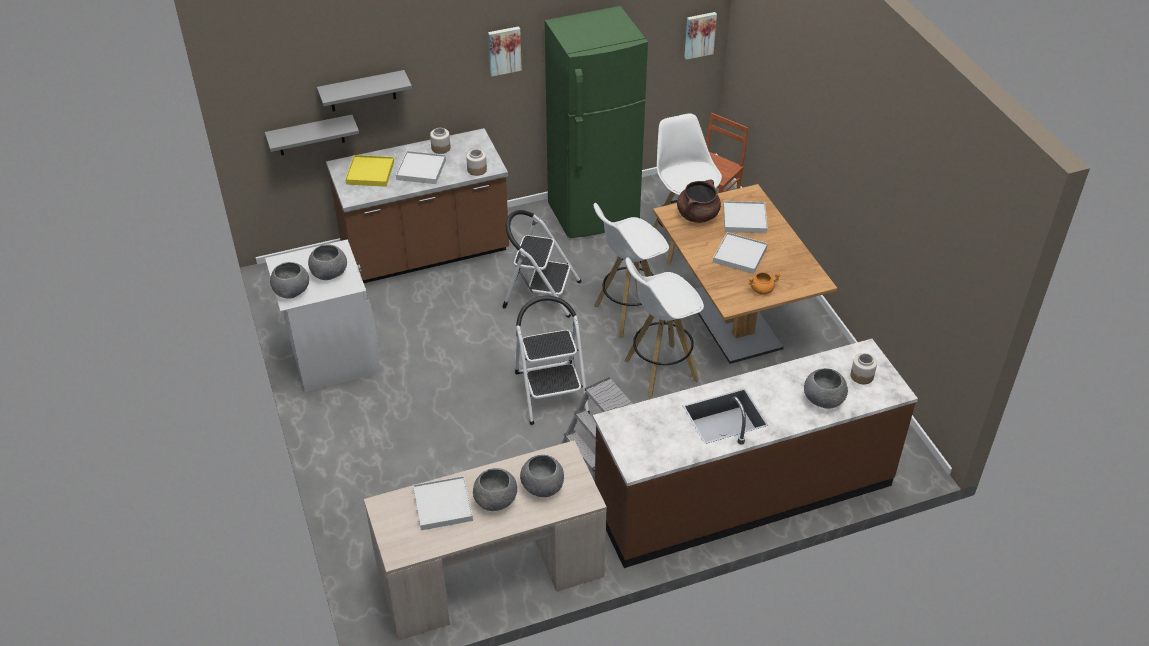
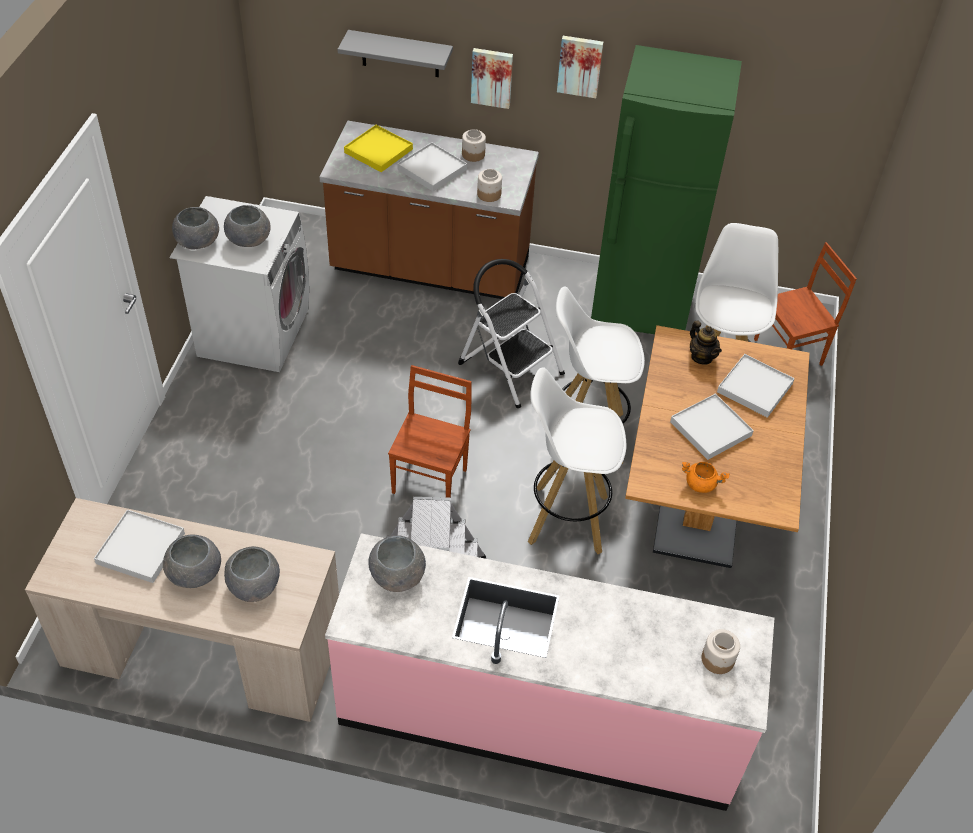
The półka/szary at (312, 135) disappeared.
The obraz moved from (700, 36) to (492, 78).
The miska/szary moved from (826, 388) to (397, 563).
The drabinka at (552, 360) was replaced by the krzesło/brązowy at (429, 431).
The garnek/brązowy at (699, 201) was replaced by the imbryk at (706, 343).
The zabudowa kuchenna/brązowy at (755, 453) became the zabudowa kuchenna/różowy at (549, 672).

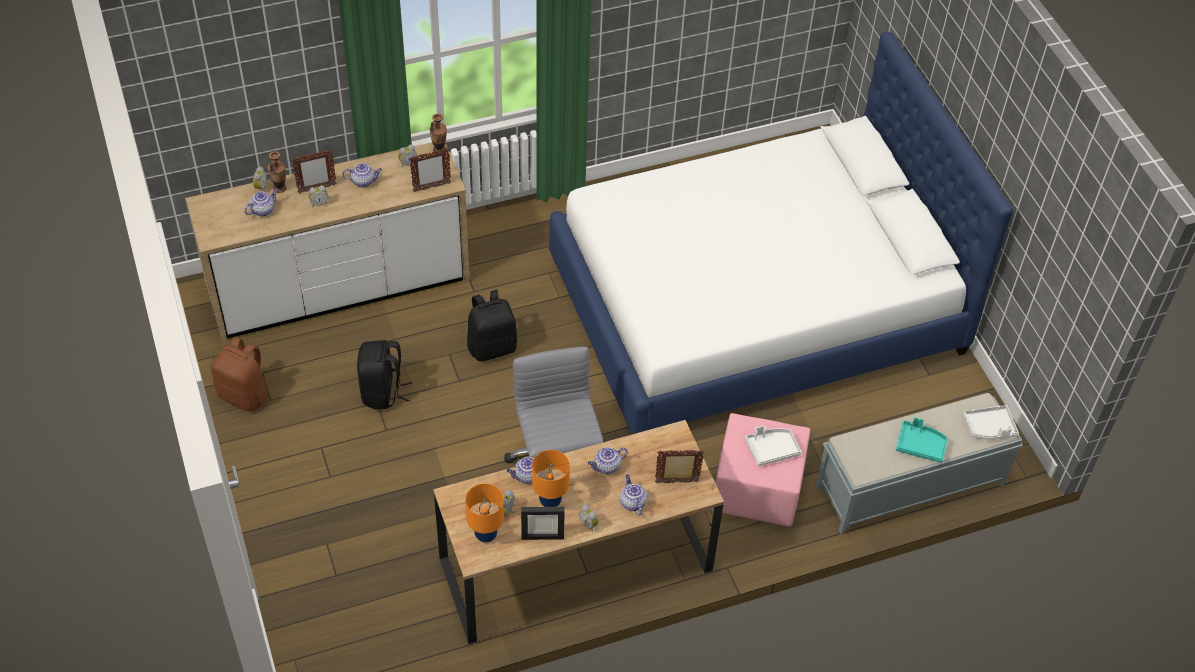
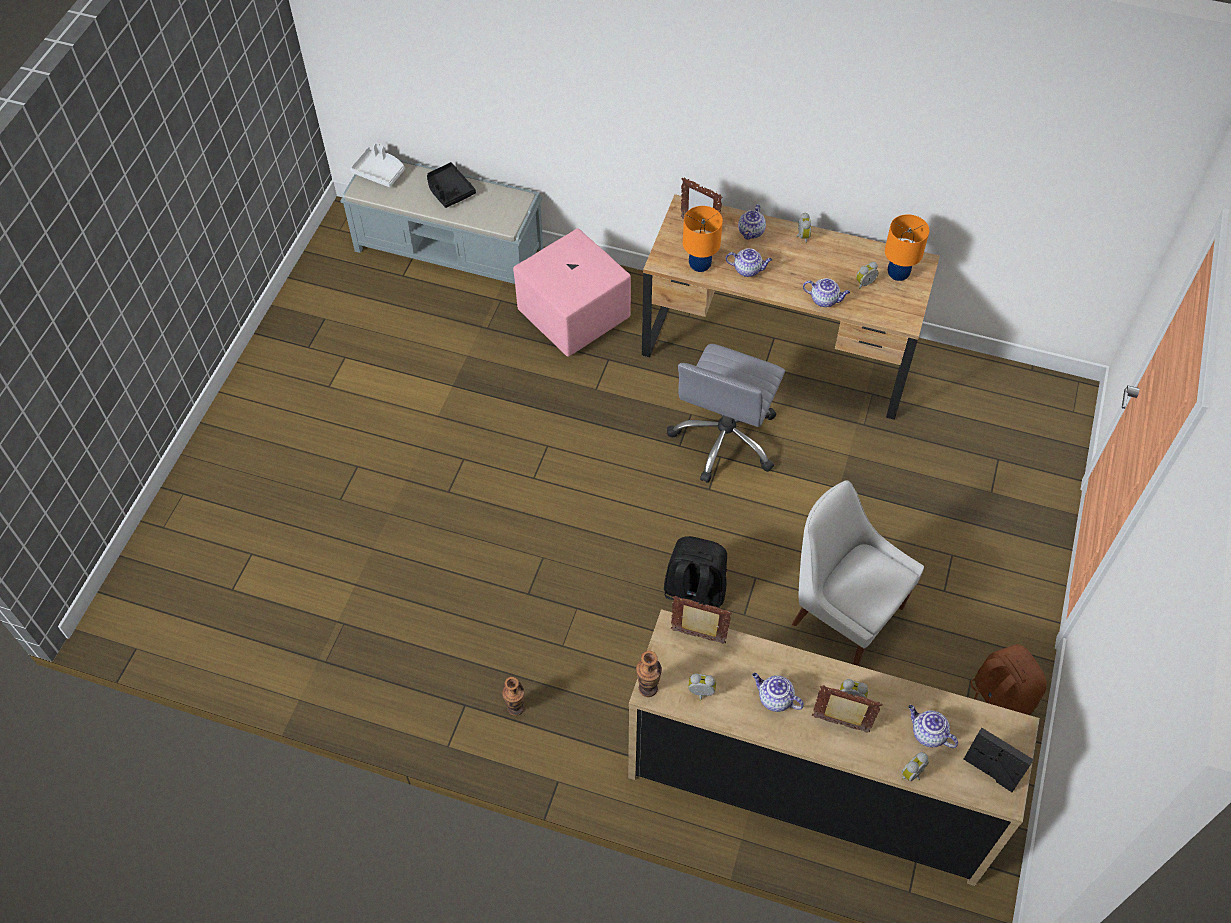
The łóżko/biały at (781, 233) disappeared.
The taca/biały at (773, 445) disappeared.
The wazon moved from (277, 172) to (513, 696).
The ramka na zdjęcie moved from (543, 523) to (999, 760).
The lampa stołowa/pomarańczowy moved from (551, 478) to (703, 239).
The plecak/czarny at (384, 374) was replaced by the krzesło/biały at (858, 573).
The taca/turkusowy at (922, 440) became the taca/czarny at (451, 185).
The imbryk at (261, 203) turned 45 degrees clockwise.

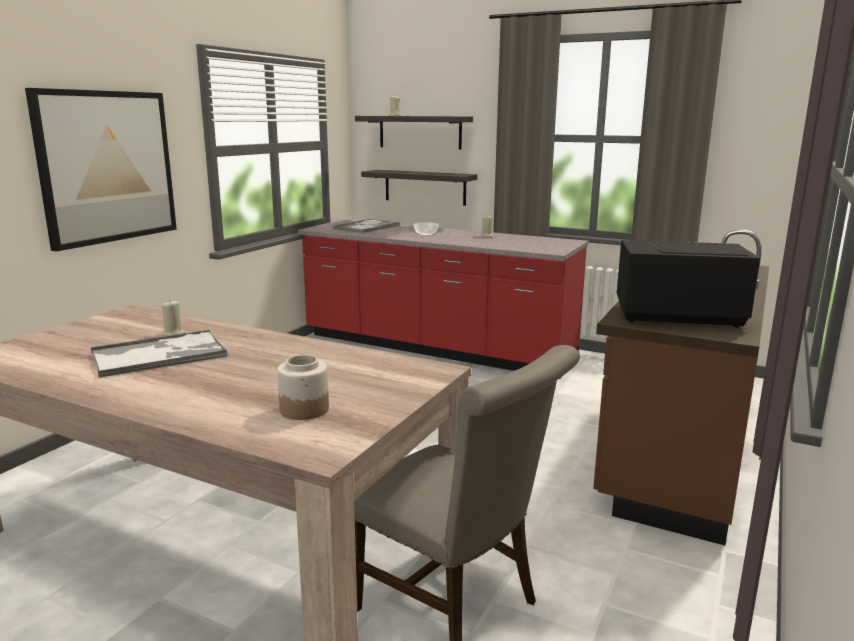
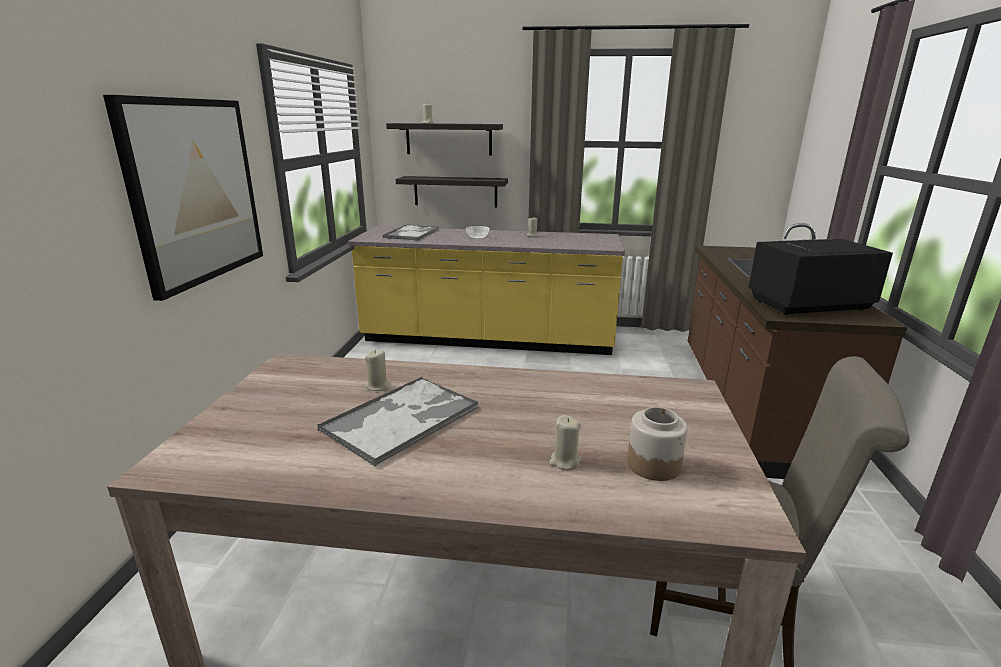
The świeca/beżowy at (565, 442) appeared.
The zabudowa kuchenna/czerwony at (443, 299) became the zabudowa kuchenna/żółty at (486, 290).

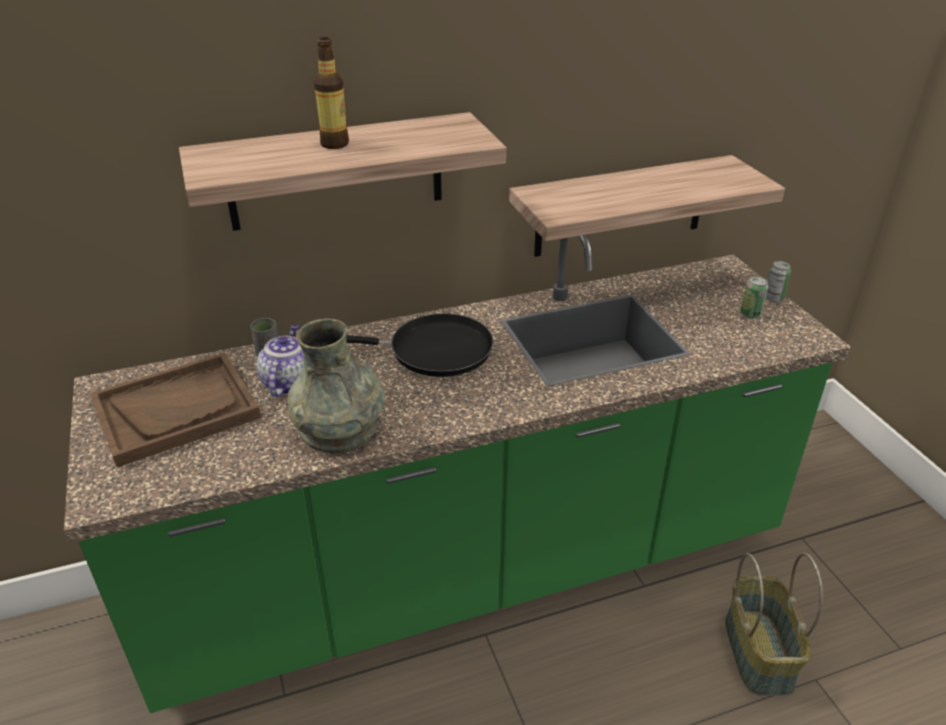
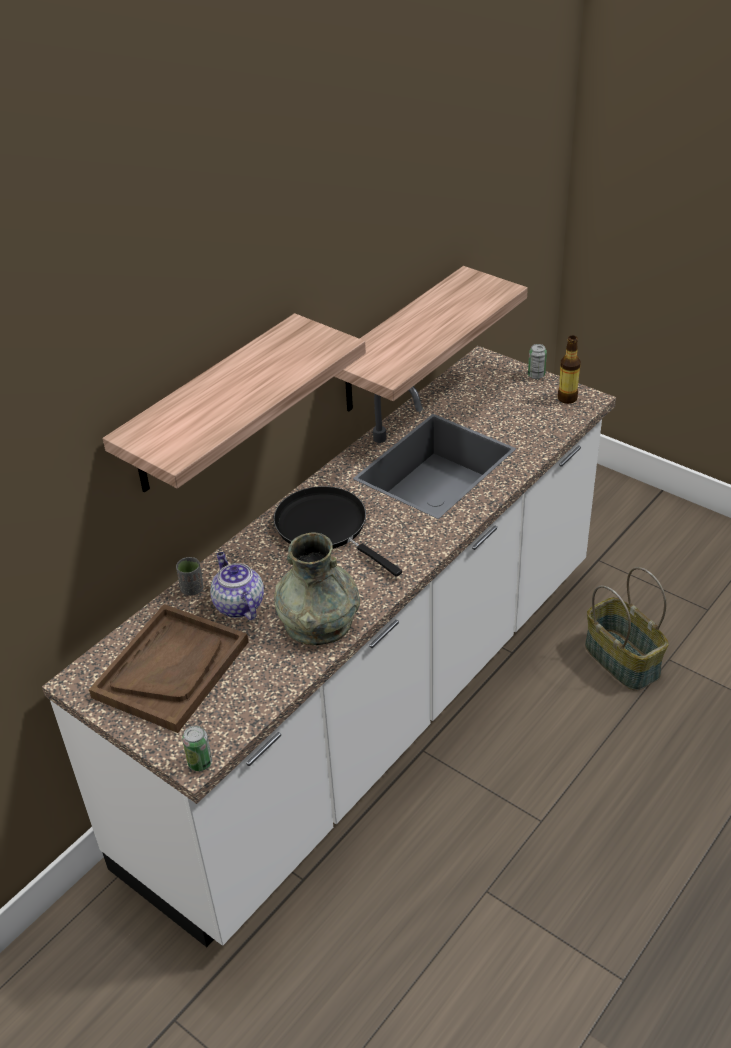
The butelka moved from (331, 93) to (569, 369).
The puszka moved from (754, 297) to (197, 748).
The zabudowa kuchenna/zielony at (457, 474) became the zabudowa kuchenna/biały at (329, 646).
The patelnia/czarny at (420, 345) turned 105 degrees counterclockwise.

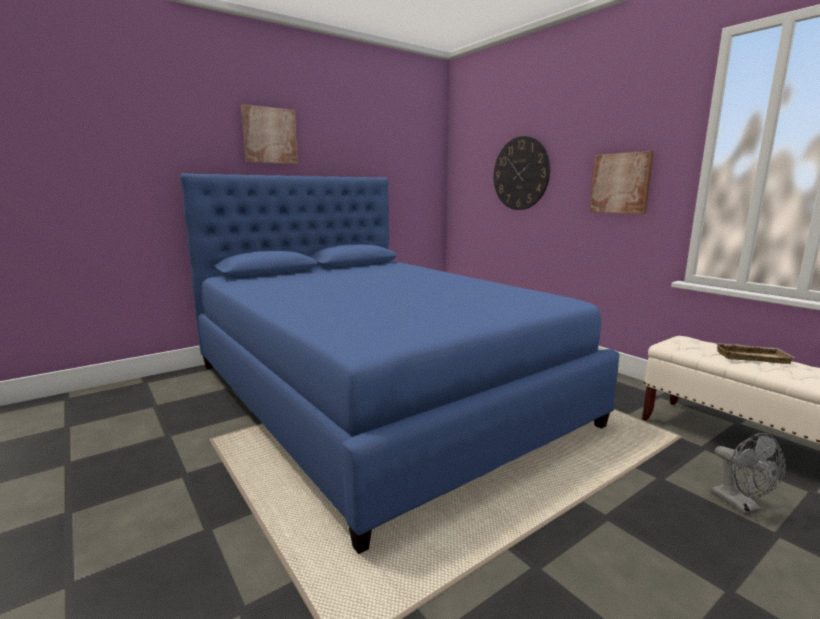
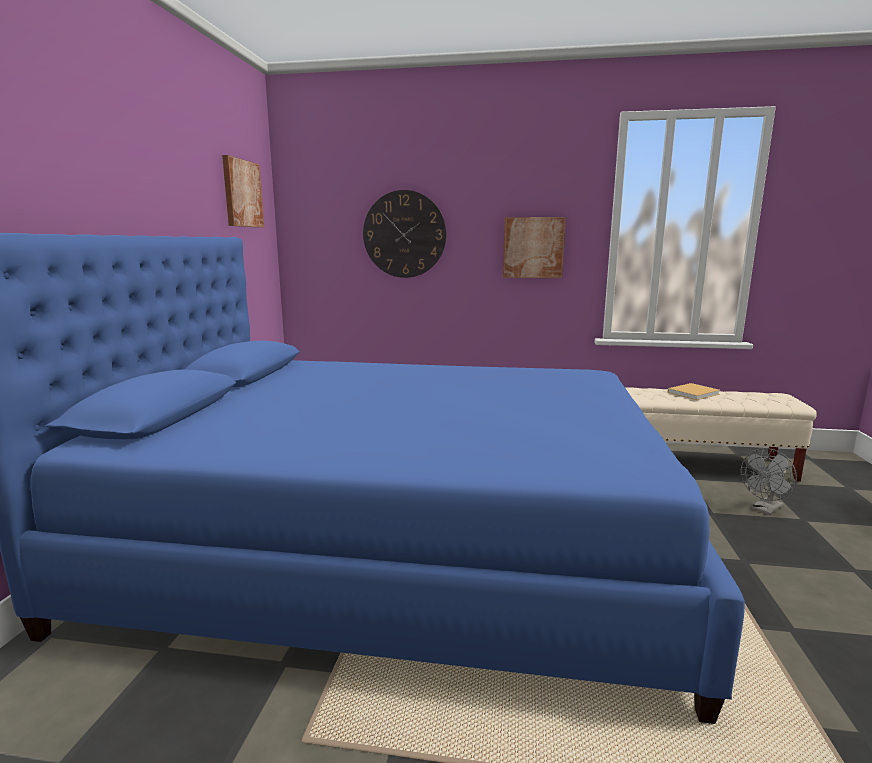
The obraz moved from (269, 134) to (243, 191).
The taca/beżowy at (755, 353) was replaced by the książka/beżowy at (694, 391).
The wentylator/szary at (748, 473) turned 120 degrees clockwise.

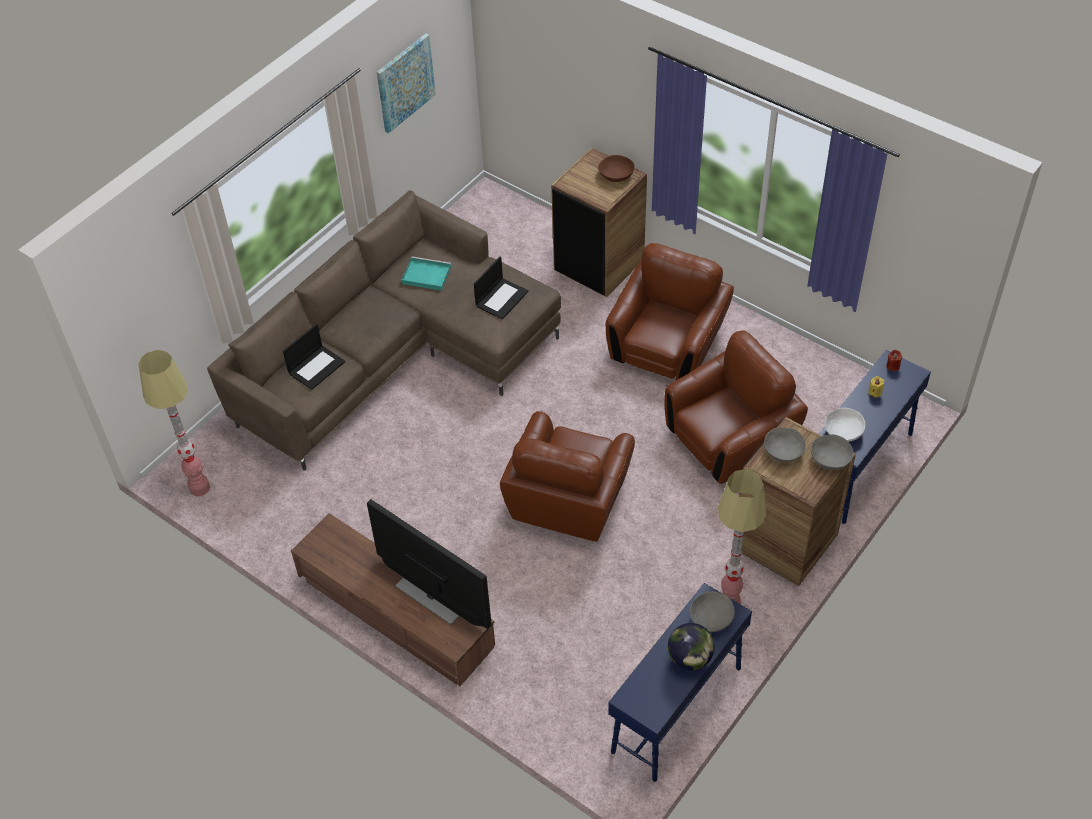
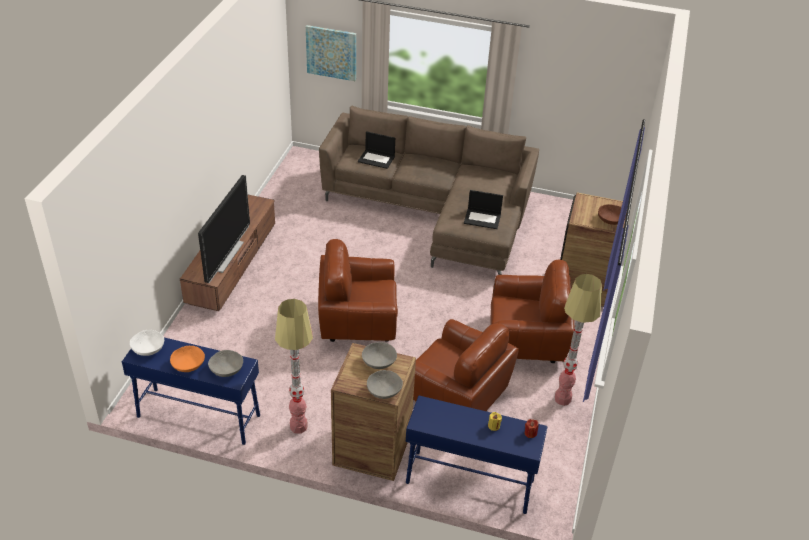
The taca/turkusowy at (426, 273) disappeared.
The lampa stojąca moved from (174, 423) to (578, 340).
The obraz moved from (406, 83) to (331, 53).
The miska/biały moved from (844, 425) to (147, 343).
The globus at (691, 646) was replaced by the miska/pomarańczowy at (187, 359).

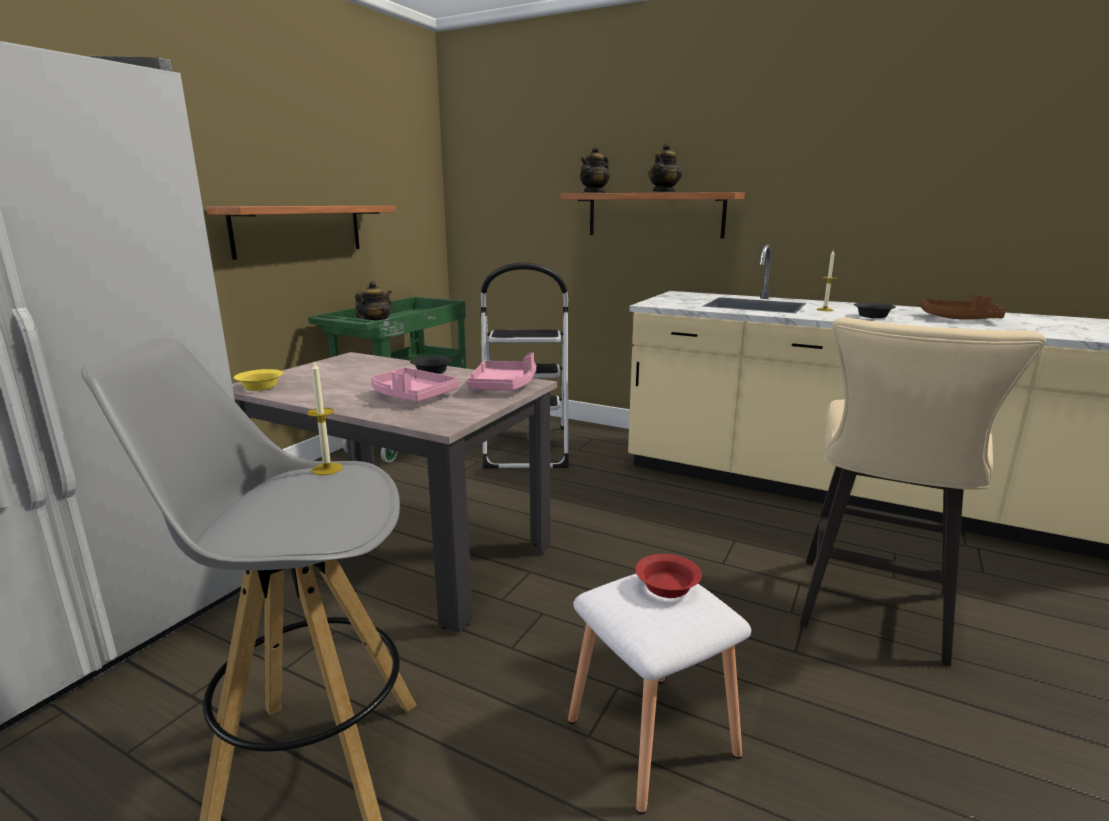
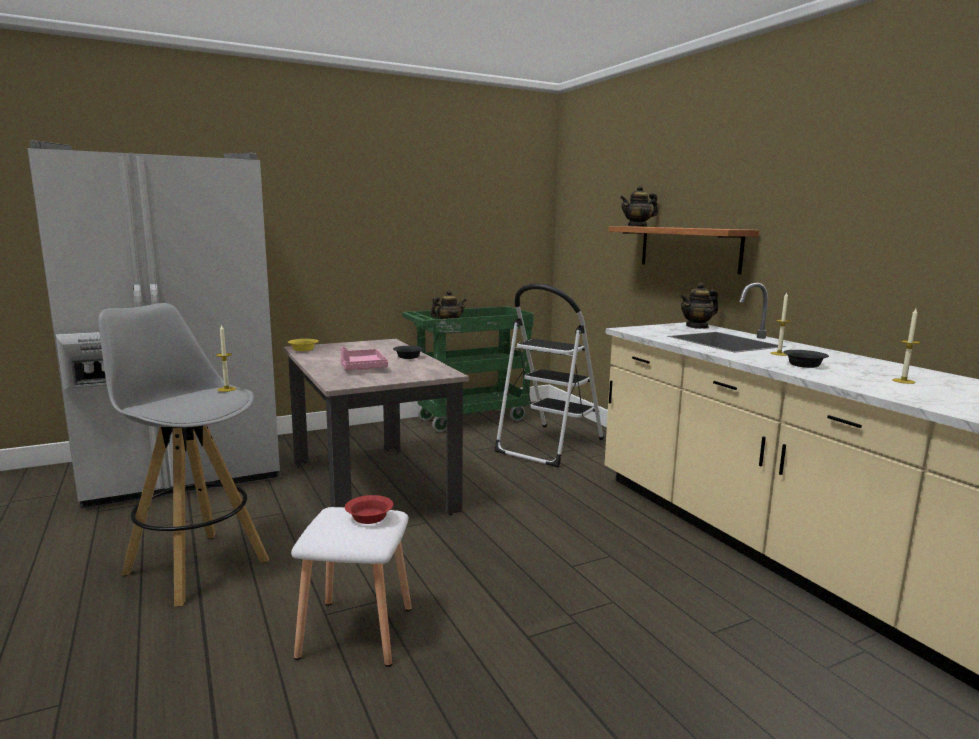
The półka at (301, 233) disappeared.
The taca/różowy at (501, 372) disappeared.
The stołek/beżowy at (922, 491) disappeared.
The imbryk moved from (665, 167) to (699, 305).
The taca/brązowy at (962, 307) was replaced by the świeca at (906, 346).

